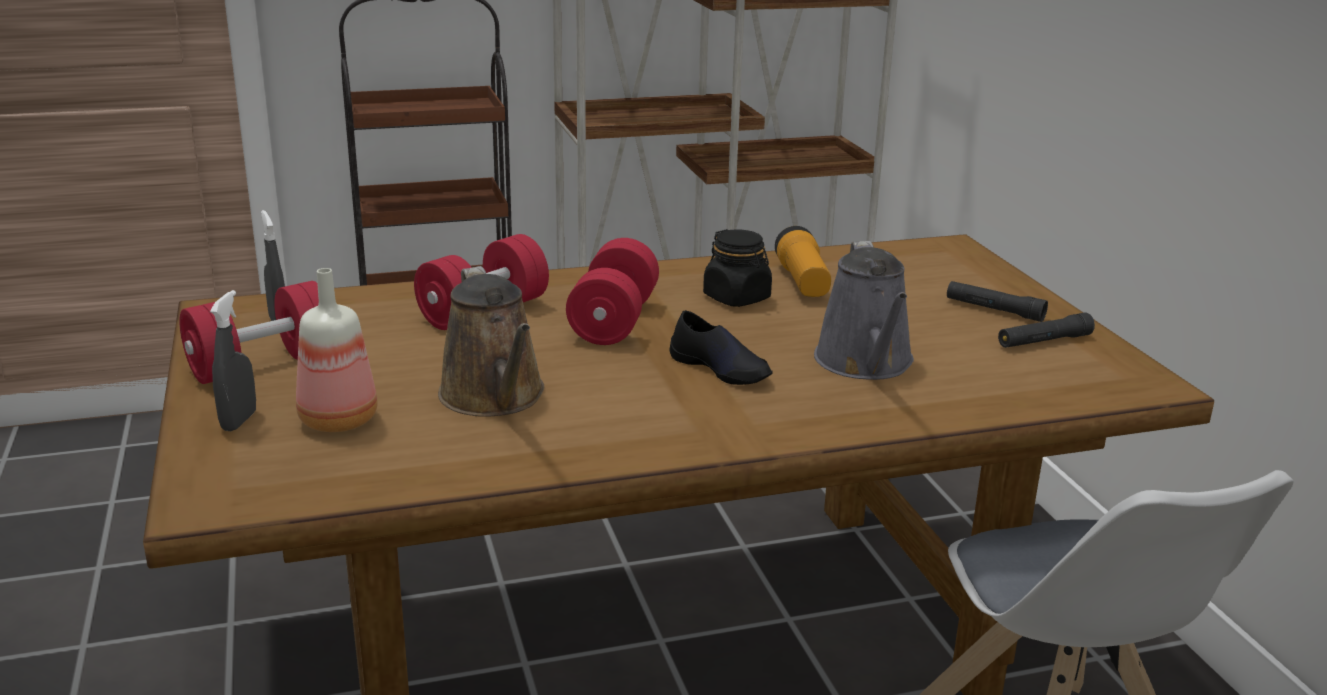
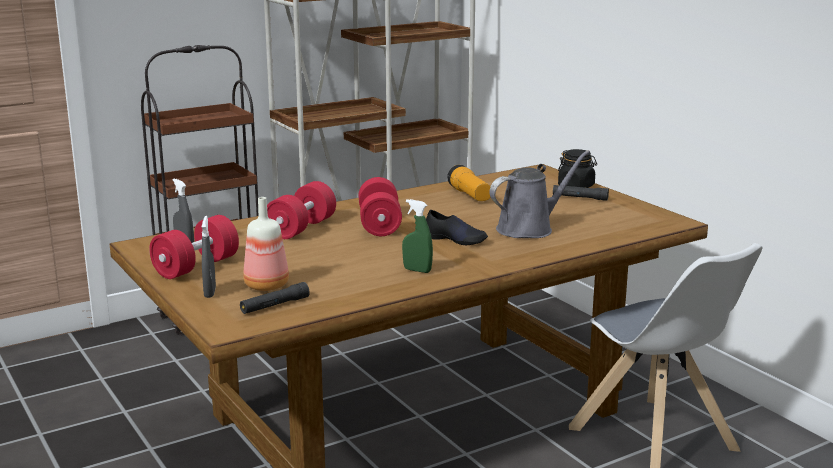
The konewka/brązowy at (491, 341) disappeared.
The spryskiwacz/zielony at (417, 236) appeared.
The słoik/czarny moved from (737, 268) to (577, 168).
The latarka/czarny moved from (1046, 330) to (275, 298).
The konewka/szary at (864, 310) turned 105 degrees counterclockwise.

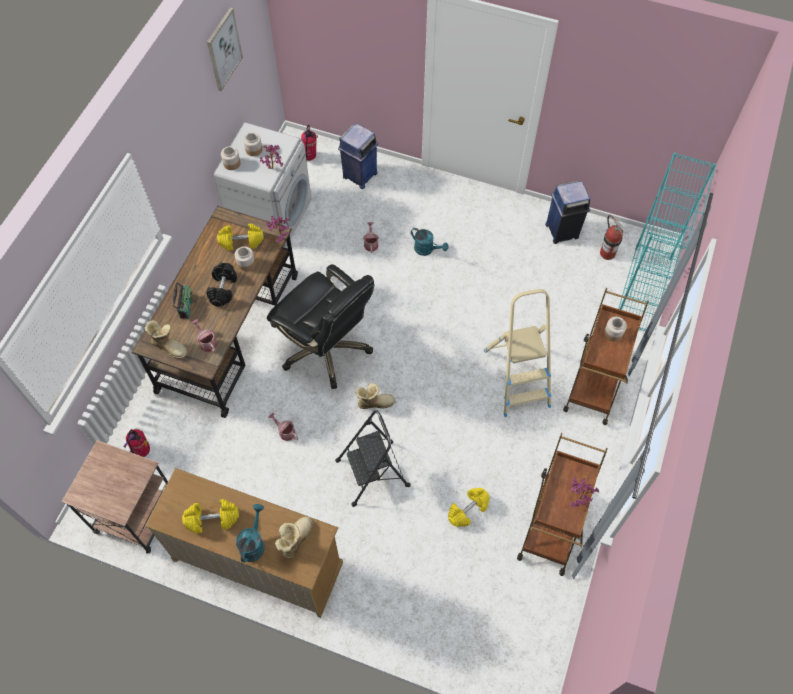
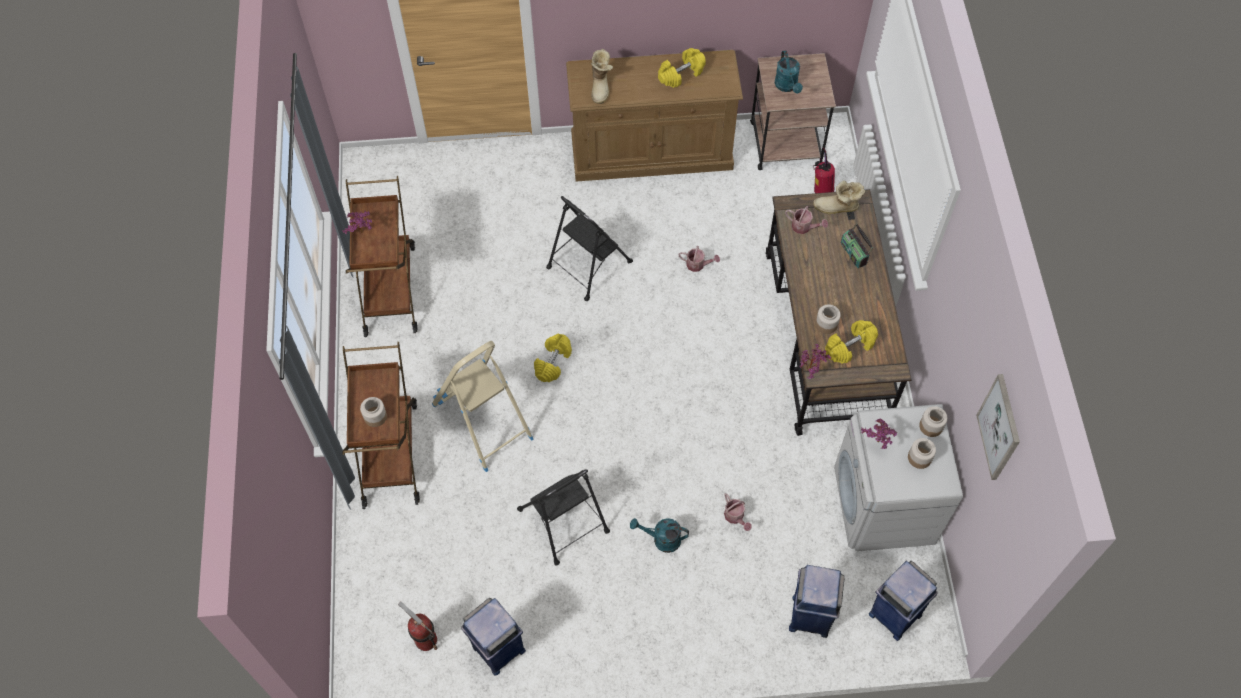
The hantel/czarny at (221, 284) disappeared.
The krzesło biurowe/czarny at (320, 326) disappeared.
The but z cholewką at (375, 396) disappeared.
The regał/turkusowy at (667, 242) disappeared.
The drabinka/czarny at (563, 517) appeared.
The konewka/turkusowy moved from (250, 533) to (789, 71).
The hantel/żółty moved from (469, 507) to (553, 358).
The gaśnica at (309, 143) was replaced by the kosz na śmieci/niebieski at (903, 601).

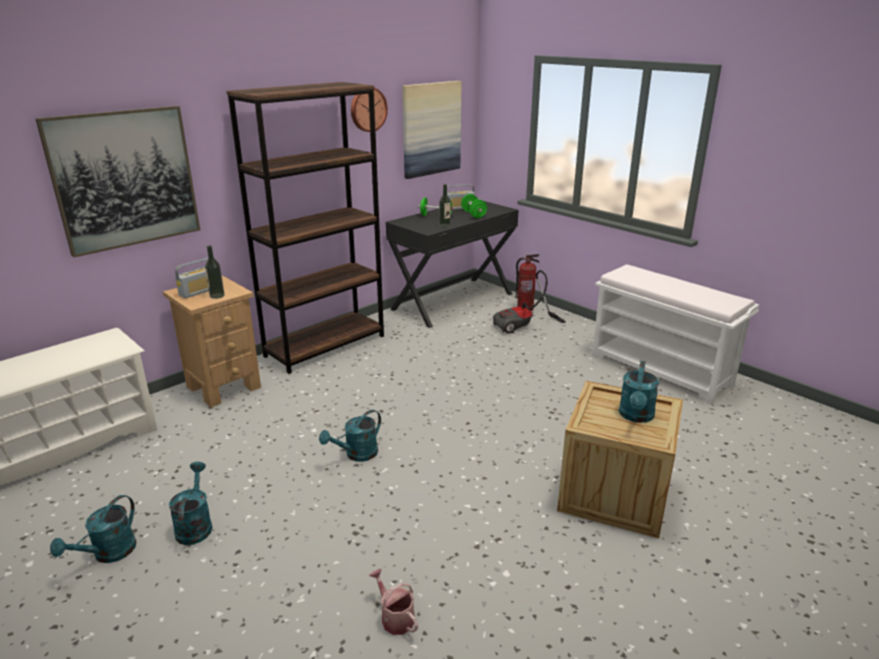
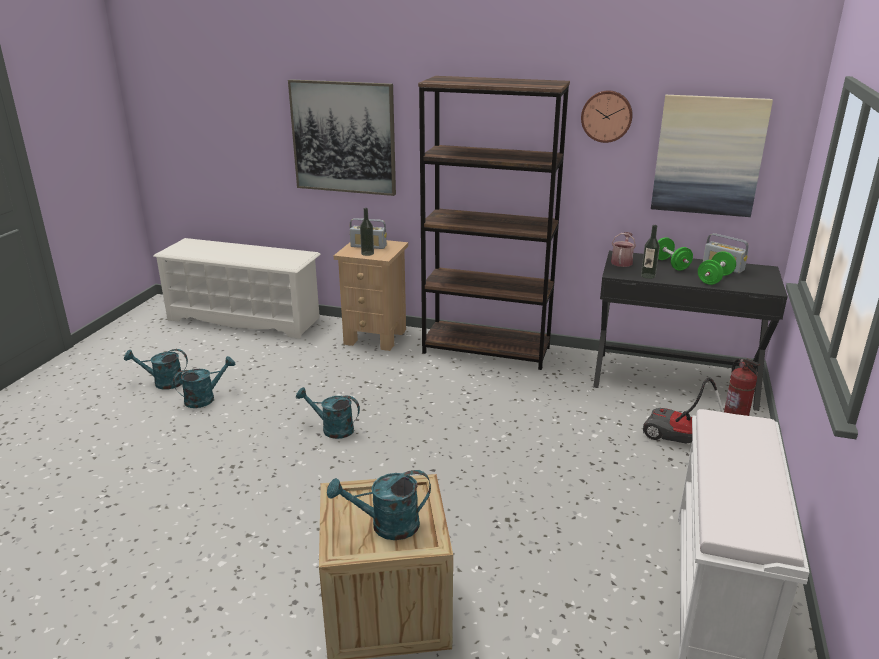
The konewka moved from (393, 602) to (623, 249).

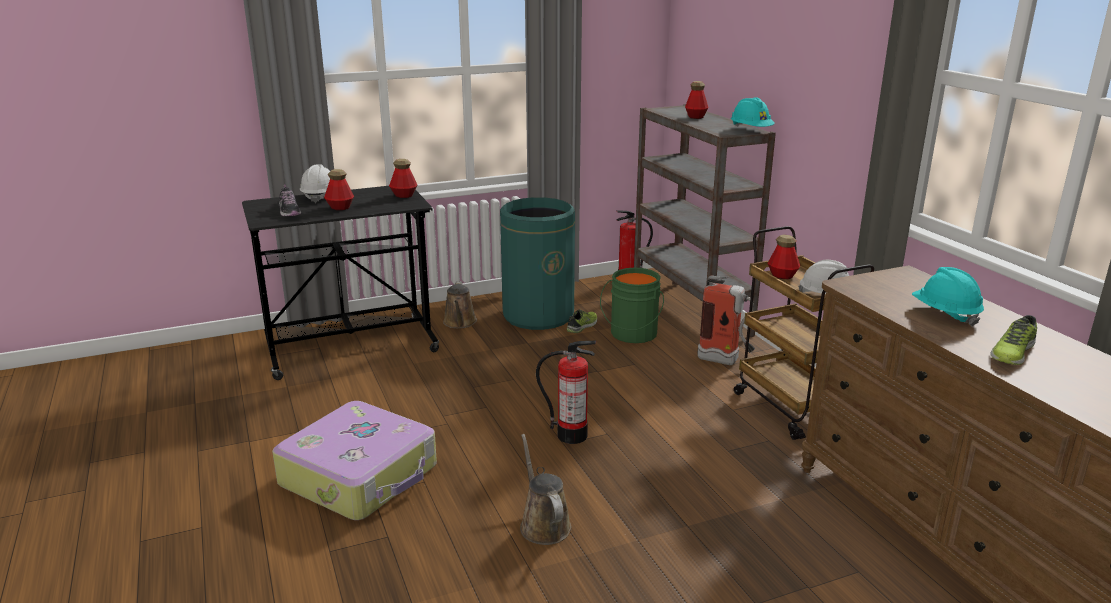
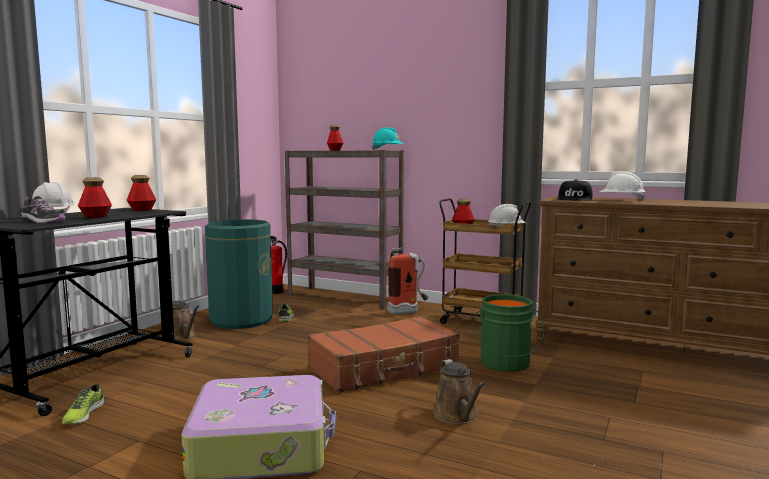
The czapka z daszkiem/czarny at (575, 190) appeared.
The wiadro/zielony moved from (632, 305) to (509, 333).
The but moved from (1013, 340) to (83, 404).
The gaśnica at (566, 392) was replaced by the walizka/brązowy at (384, 354).
The kask/turkusowy at (948, 296) became the kask/biały at (623, 186).
The konewka/brązowy at (545, 489) turned 135 degrees counterclockwise.

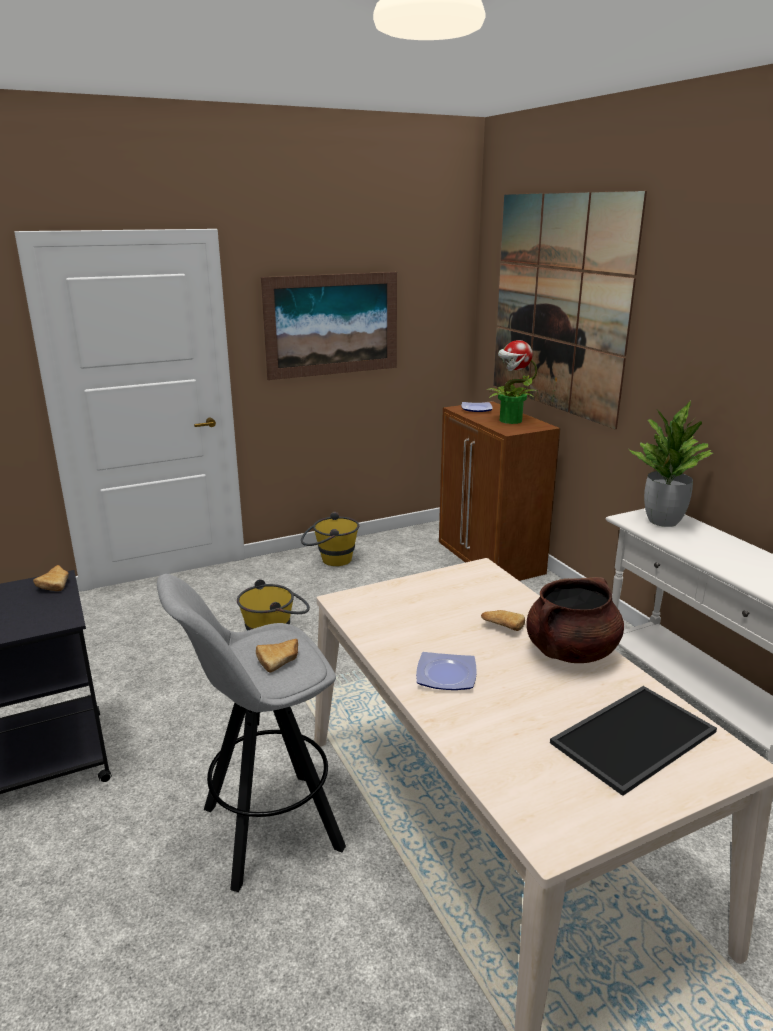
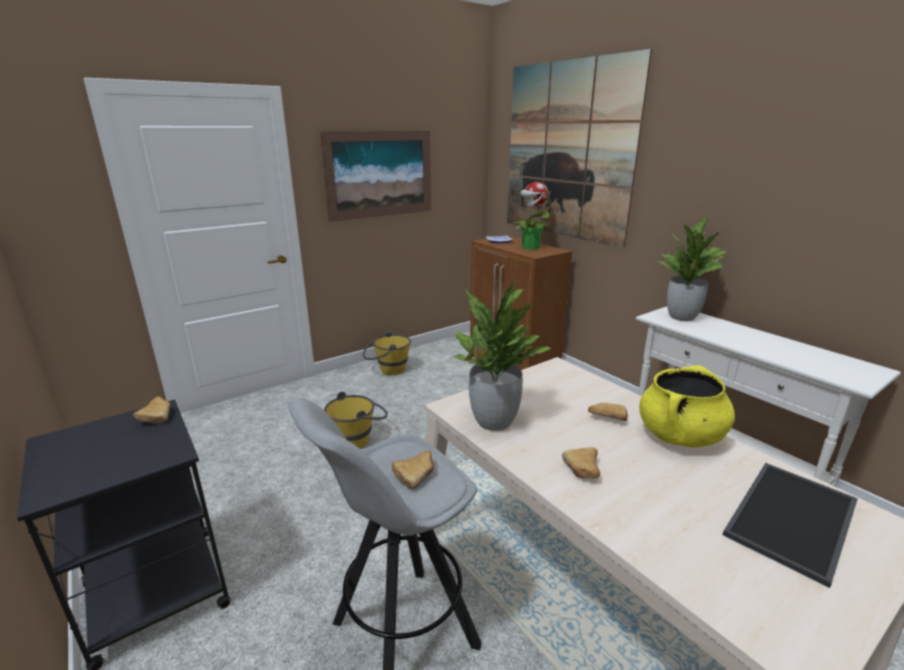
The roślina doniczkowa at (501, 355) appeared.
The talerz at (446, 671) was replaced by the chleb at (581, 463).
The garnek/brązowy at (575, 620) became the garnek/żółty at (687, 406).

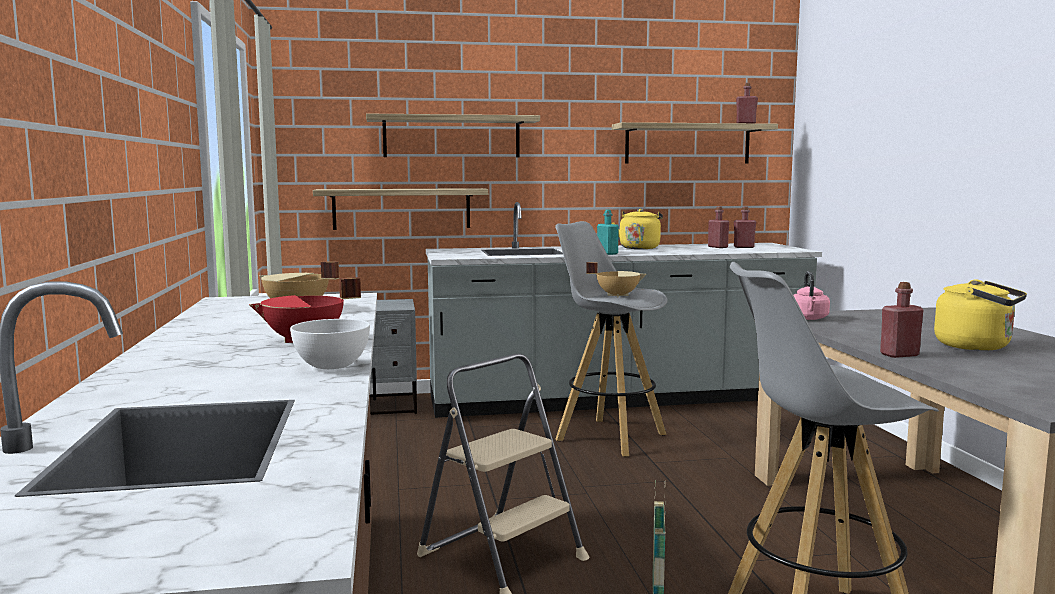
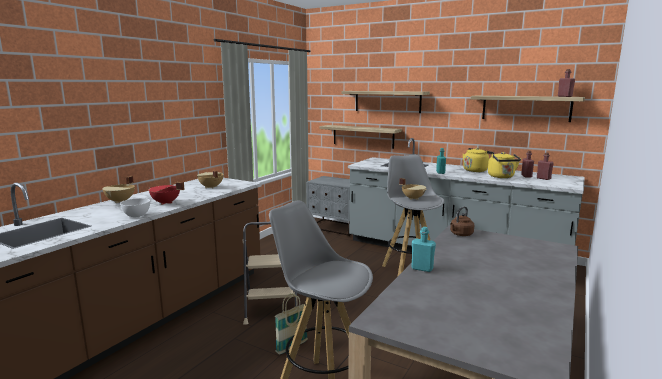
The garnek/beżowy at (118, 189) appeared.
The czajnik/żółty moved from (980, 315) to (504, 165).
The czajnik/różowy at (811, 295) became the czajnik/brązowy at (462, 221).
The butelka/czerwony at (901, 320) became the butelka/turkusowy at (423, 249).

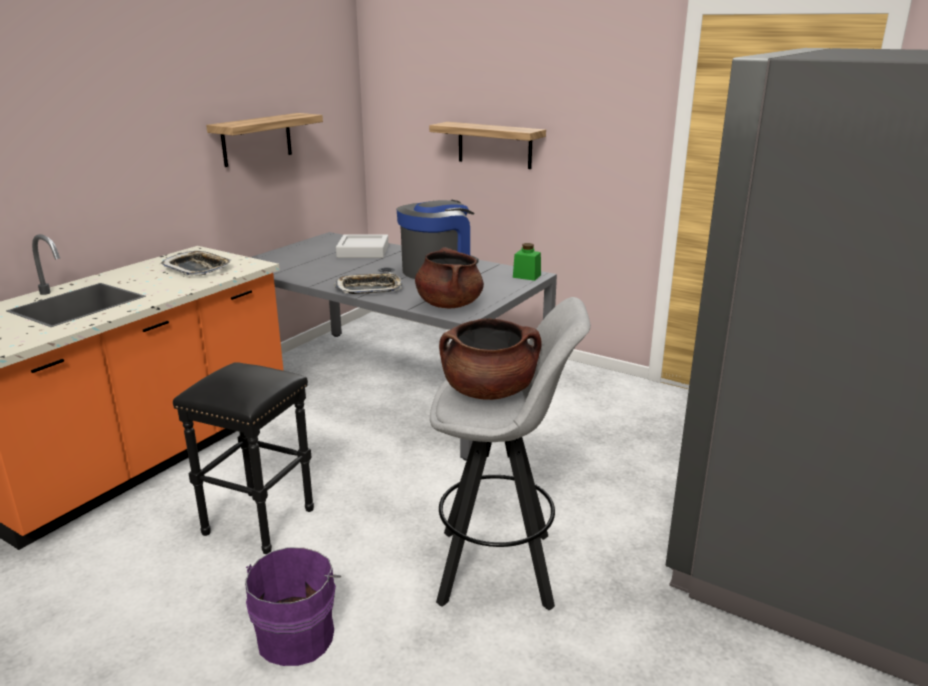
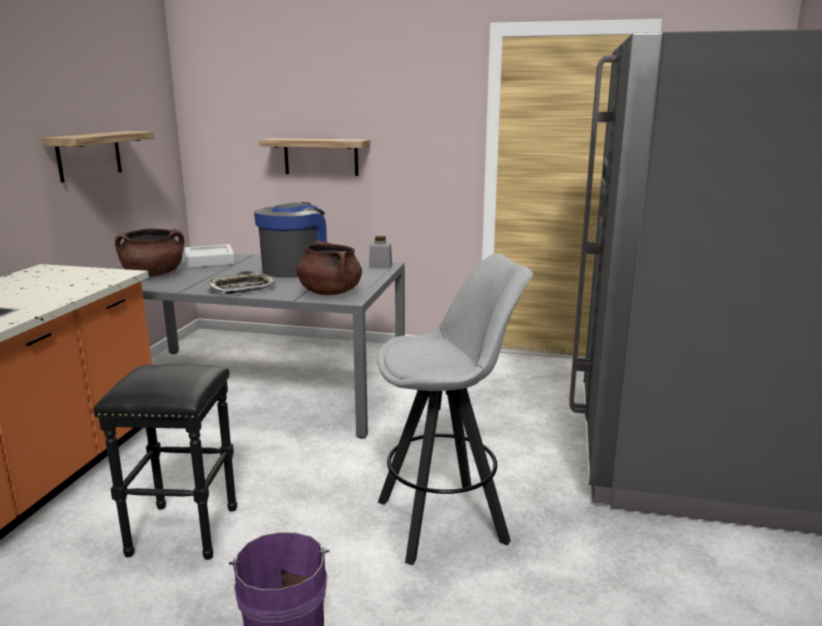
The taca at (196, 263) disappeared.
The garnek/brązowy moved from (490, 359) to (149, 252).
The słoik/zielony at (527, 262) became the słoik/szary at (380, 252).

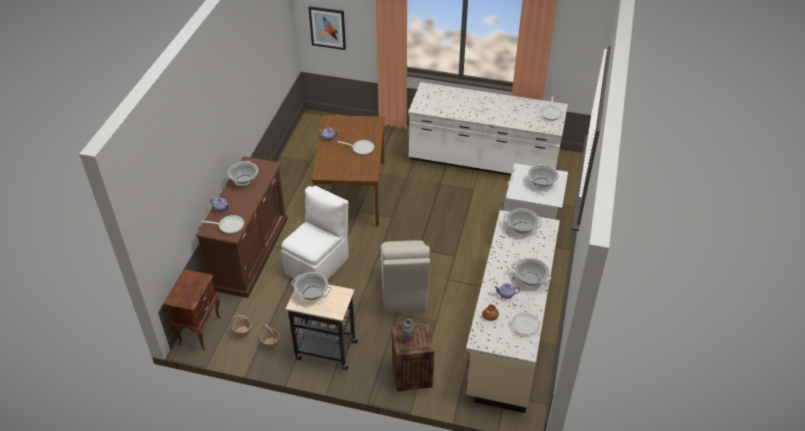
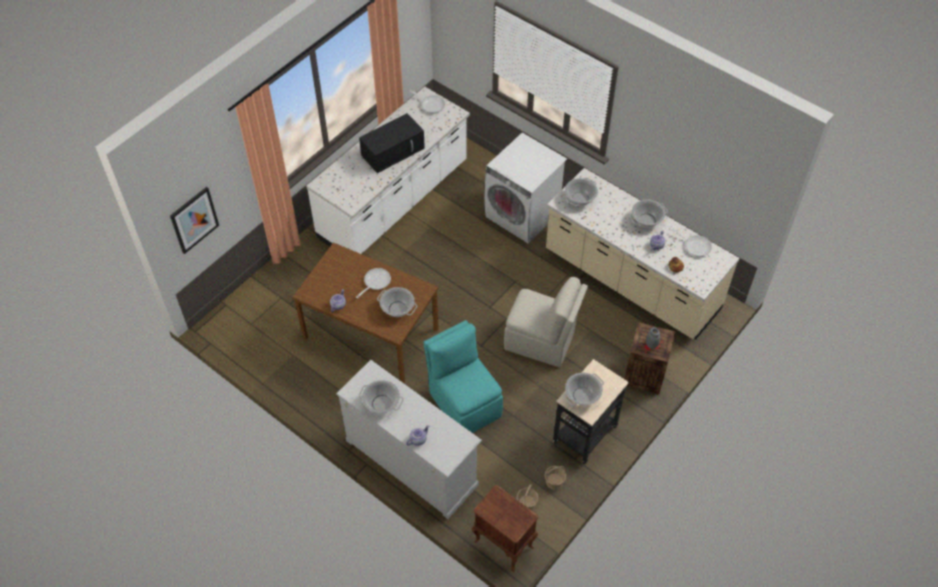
The patelnia at (222, 224) disappeared.
The mikrofalówka/czarny at (392, 143) appeared.
The garnek moved from (543, 176) to (397, 302).
The komoda/brązowy at (242, 227) became the komoda/biały at (409, 439).
The krzesło/biały at (315, 233) became the krzesło/turkusowy at (463, 376).

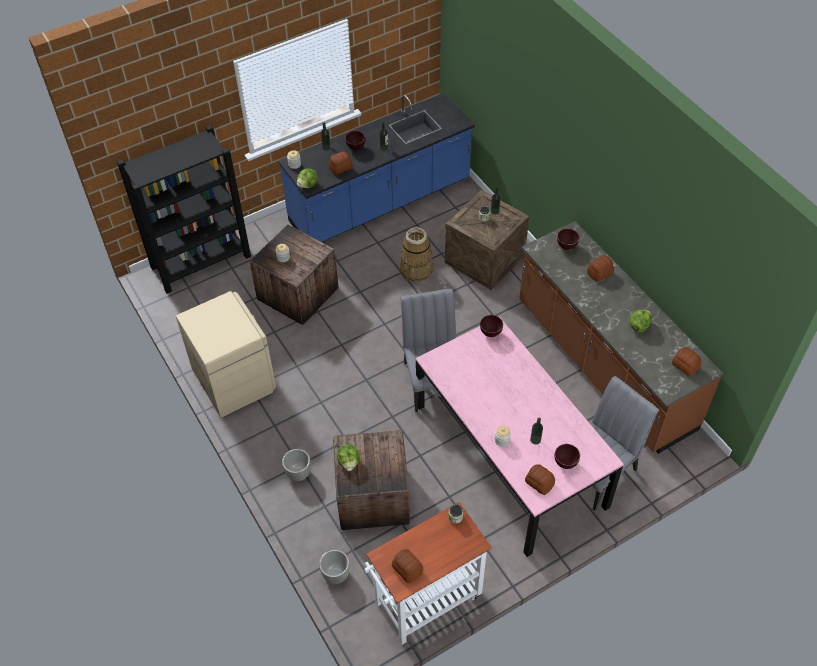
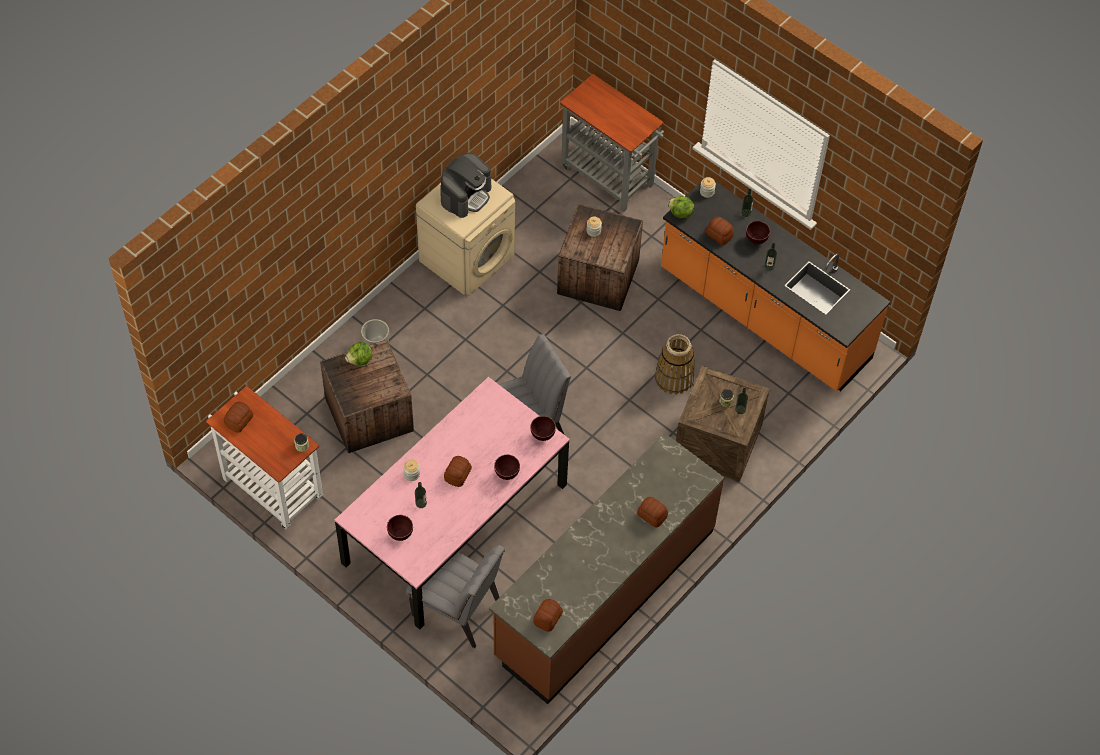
The donica/szary at (334, 567) disappeared.
The sałata at (640, 321) disappeared.
The ekspres do kawy at (465, 185) appeared.
The chleb moved from (540, 479) to (458, 471).
The miska/brązowy moved from (568, 239) to (507, 467).
The regał/czarny at (184, 209) was replaced by the wózek/szary at (612, 143).
The zabudowa kuchenna/niebieski at (376, 167) became the zabudowa kuchenna/pomarańczowy at (775, 283).

